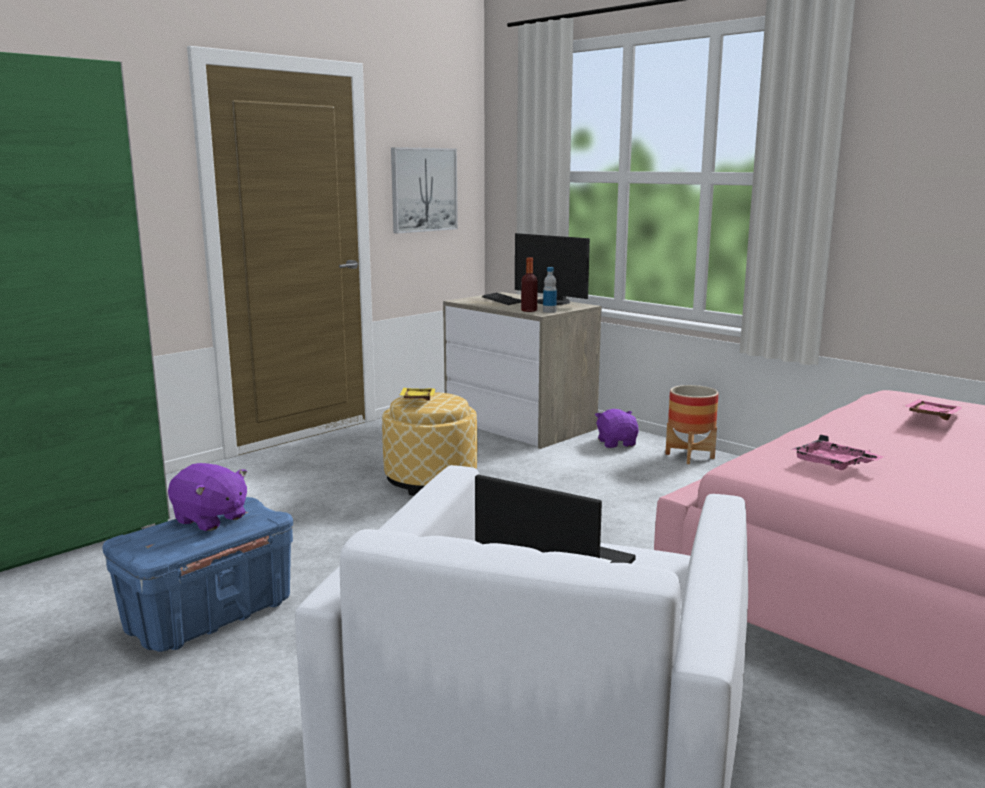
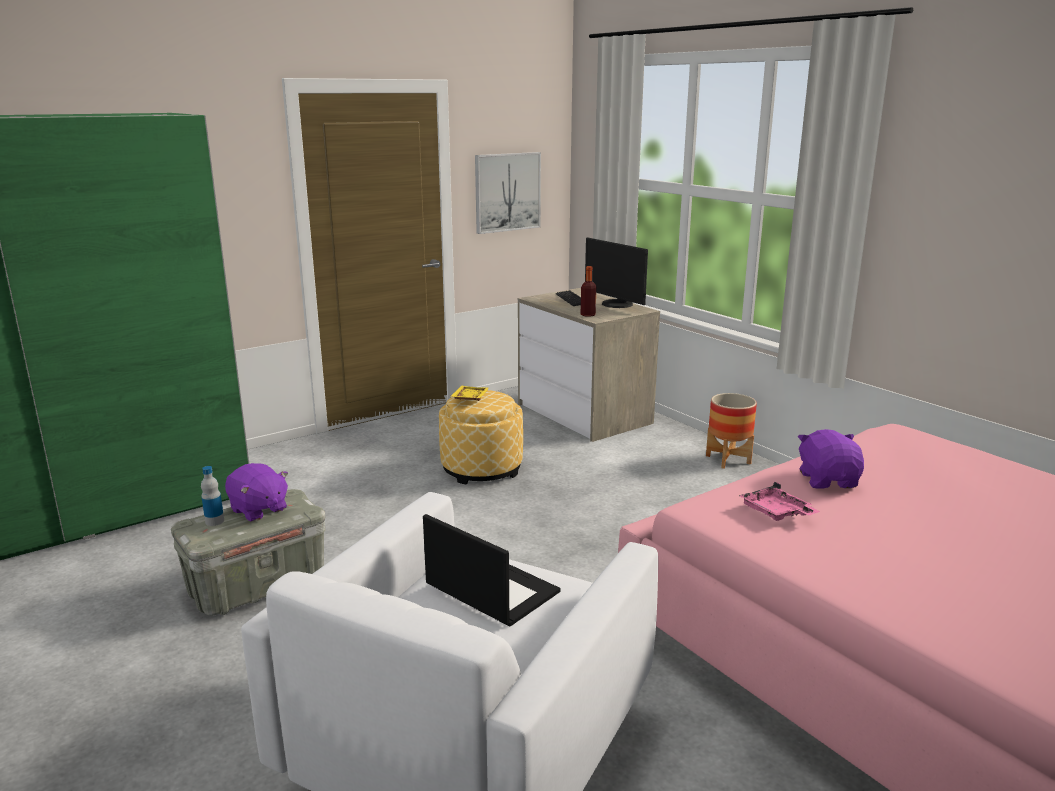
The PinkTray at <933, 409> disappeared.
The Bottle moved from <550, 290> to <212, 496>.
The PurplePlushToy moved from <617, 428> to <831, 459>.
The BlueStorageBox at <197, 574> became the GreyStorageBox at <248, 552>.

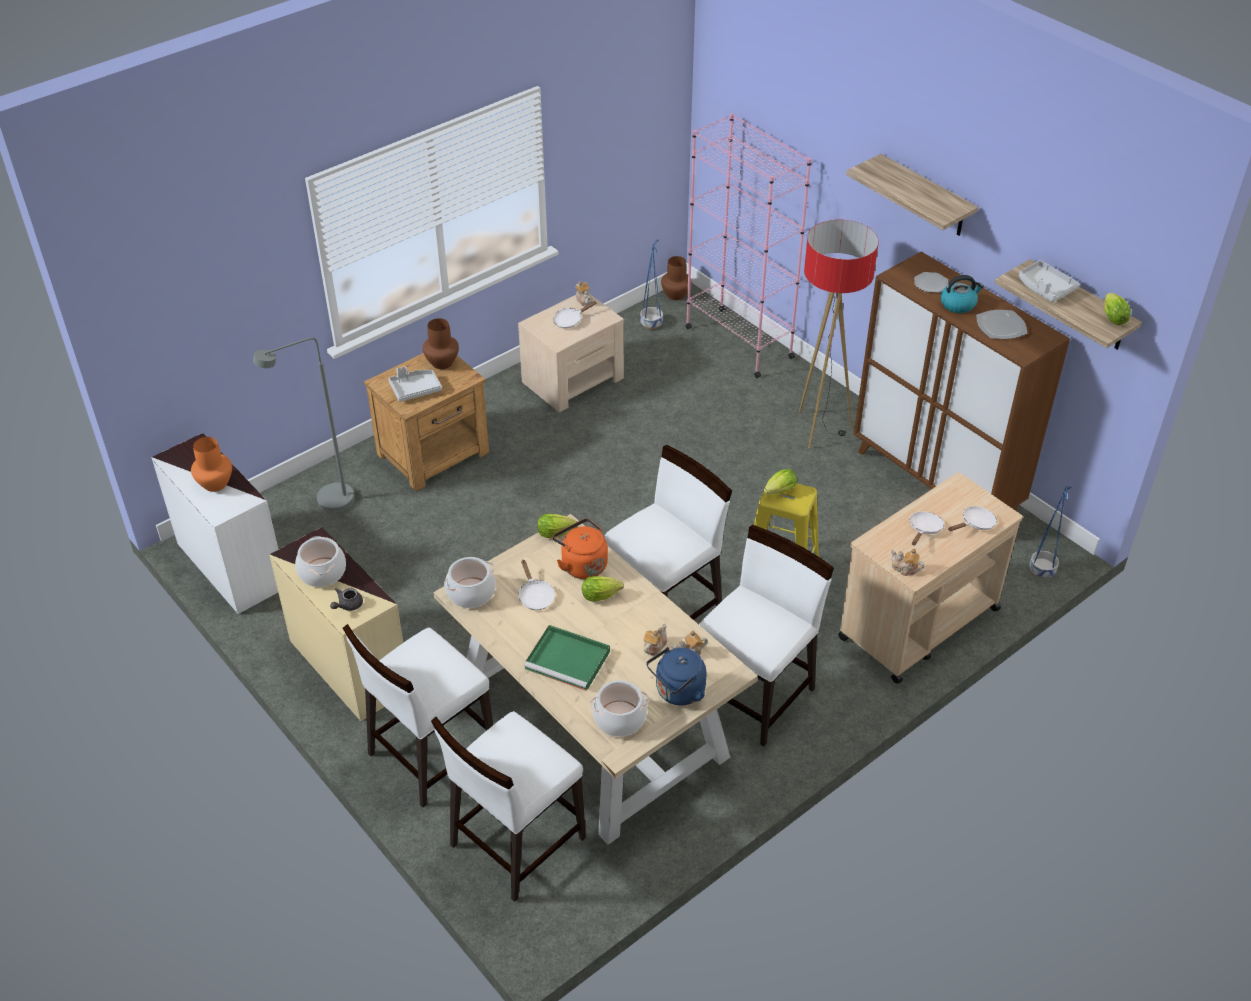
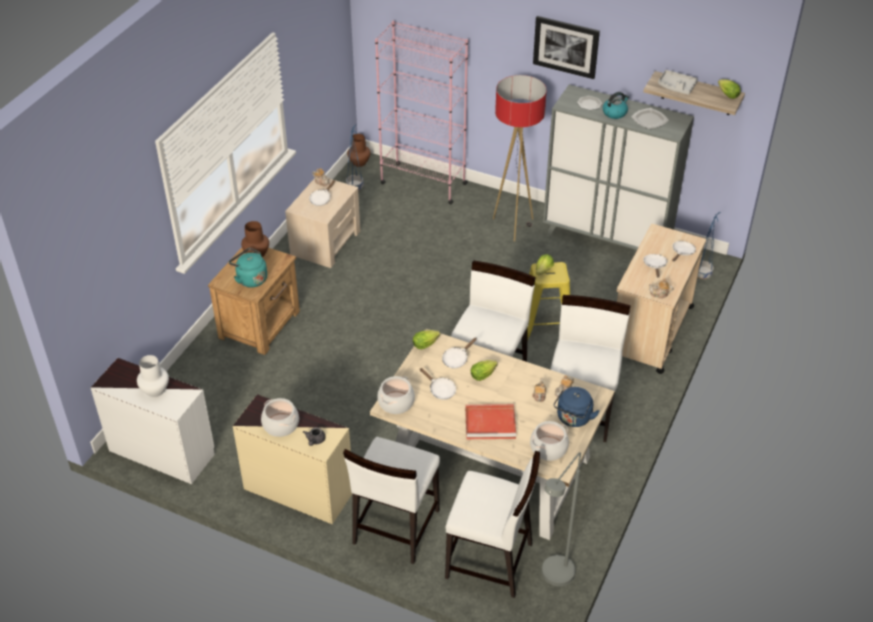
The GreyFloorLamp moved from <304, 424> to <561, 519>.
The GreyTray at <415, 384> was replaced by the TurquoiseKettle at <248, 268>.
The OrangeKettle at <580, 548> was replaced by the WhiteFryingPan at <459, 353>.
The Shelf at <912, 195> was replaced by the Picture at <566, 47>.
The OrangeVase at <211, 464> became the WhiteVase at <153, 376>.
The GreenTray at <567, 658> became the RedTray at <490, 421>.
The BrownCabinet at <962, 381> became the GreyCabinet at <618, 167>.
The WhiteChair at <508, 806> turned 90 degrees counterclockwise.

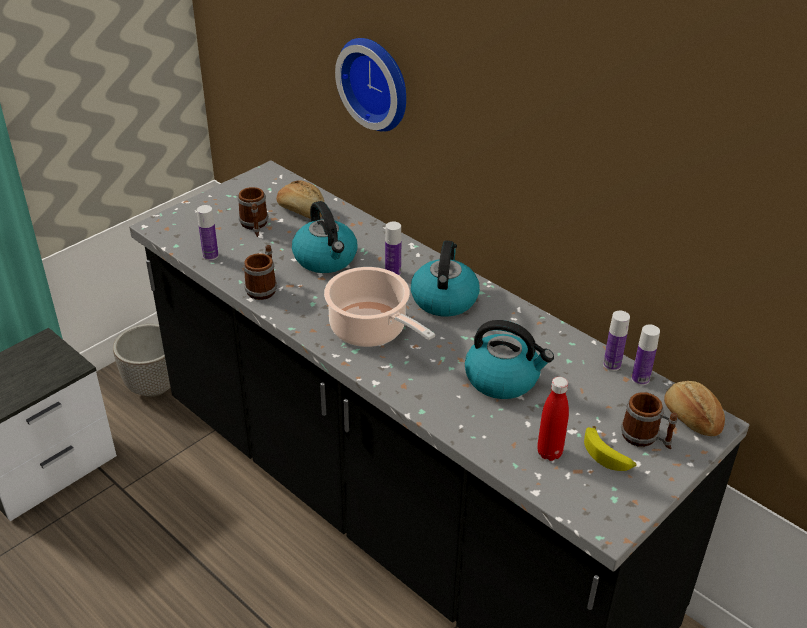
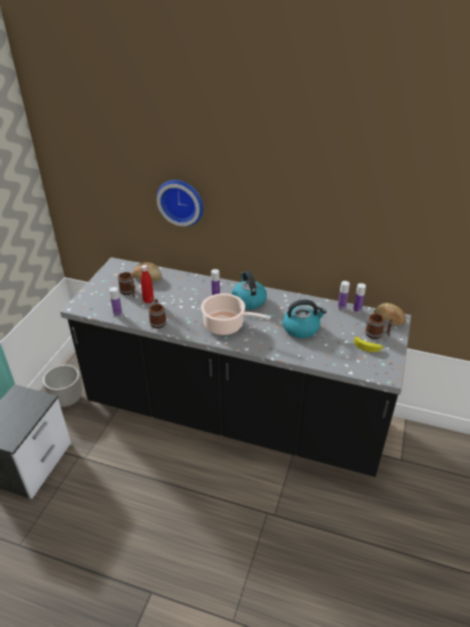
The Kettle at <324, 237> disappeared.
The RedBottle moved from <553, 419> to <147, 284>.

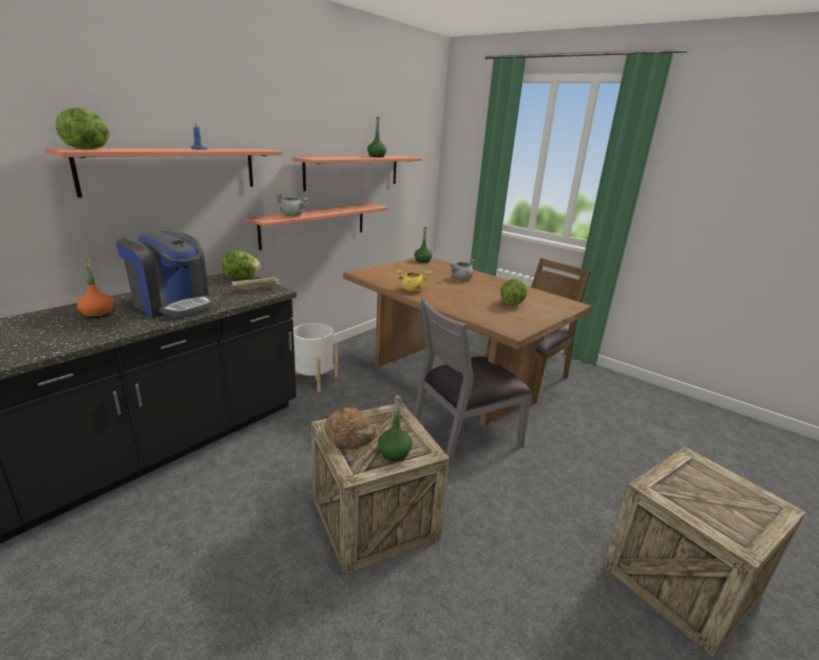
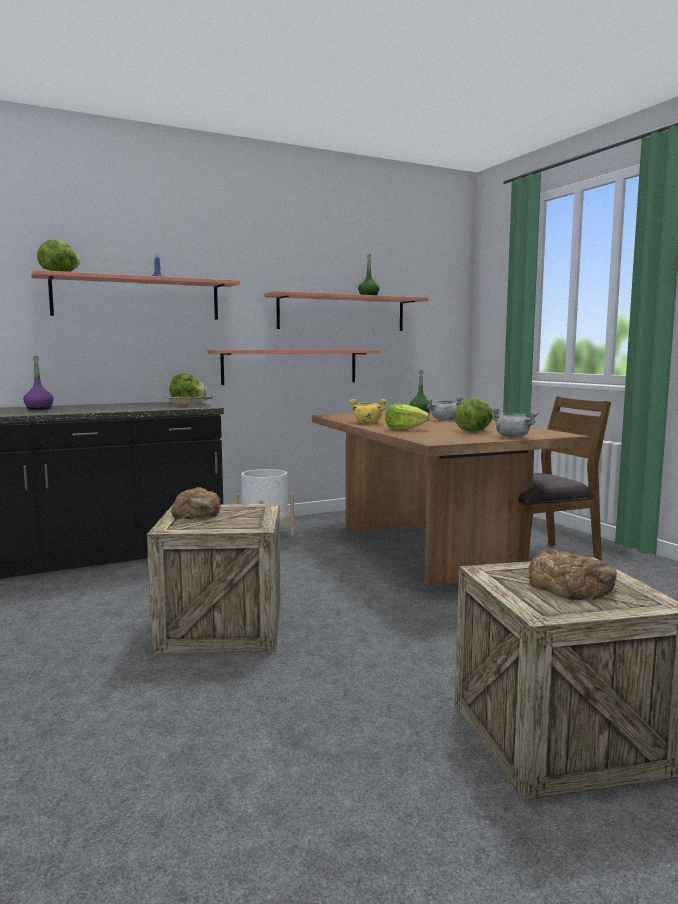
The CoffeeMachine at <164, 274> disappeared.
The GreenBottle at <395, 428> disappeared.
The GreyChair at <473, 383> disappeared.
The Lettuce at <408, 417> appeared.
The Bread at <572, 574> appeared.
The GreyCookingPot moved from <292, 204> to <514, 422>.
The OrangeBottle at <95, 288> became the PurpleBottle at <38, 383>.

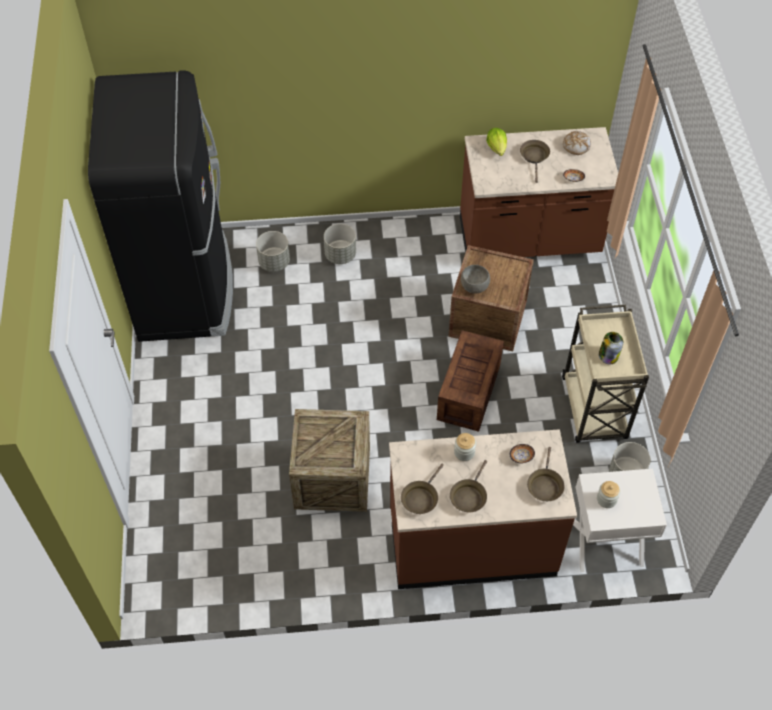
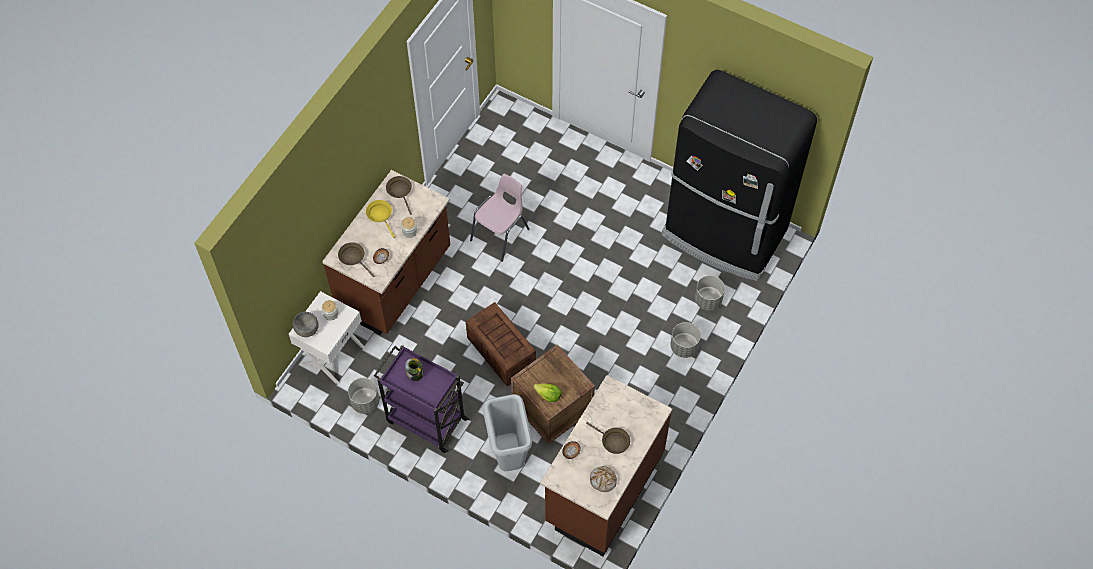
The GreyTrashCan at <507, 432> appeared.
The GreyBowl moved from <475, 279> to <306, 324>.
The Lettuce moved from <496, 142> to <547, 393>.
The Crate at <329, 460> was replaced by the PinkChair at <500, 218>.
The BrownFryingPan at <468, 486> became the YellowFryingPan at <380, 219>.
The BeigeCart at <605, 374> became the PurpleCart at <421, 399>.

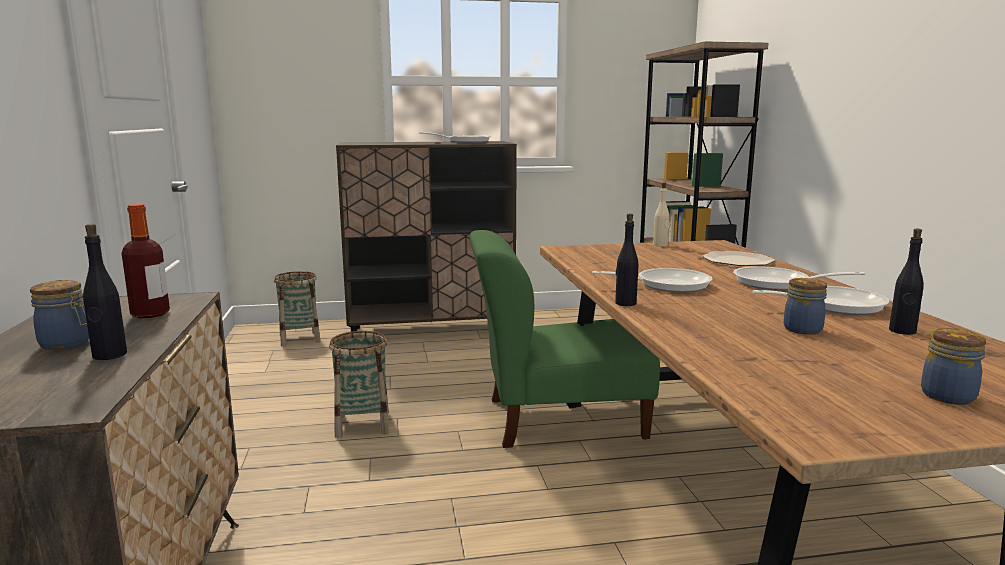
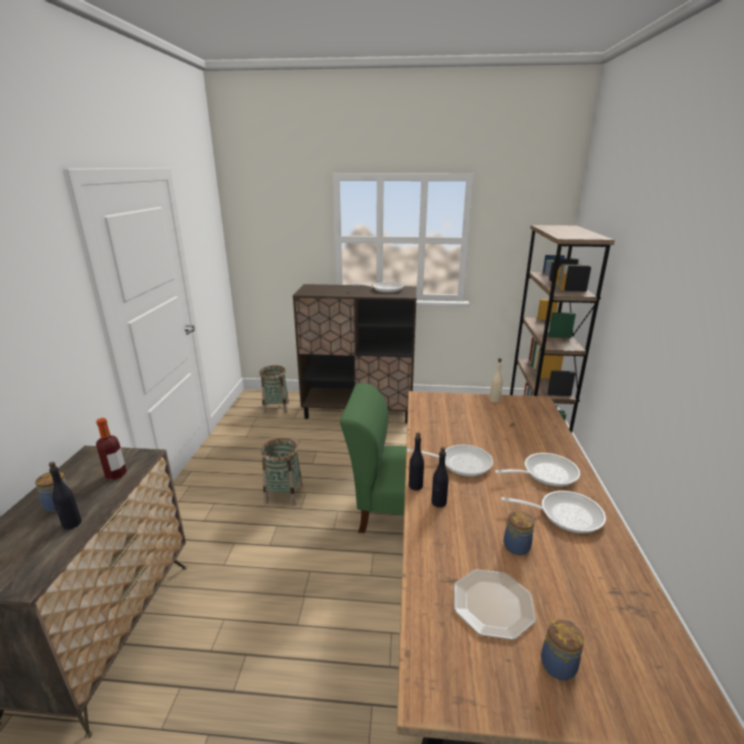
The Plate moved from <739, 258> to <495, 604>.
The BlackBottle moved from <906, 282> to <440, 477>.
The FryingPan at <799, 278> turned 135 degrees clockwise.

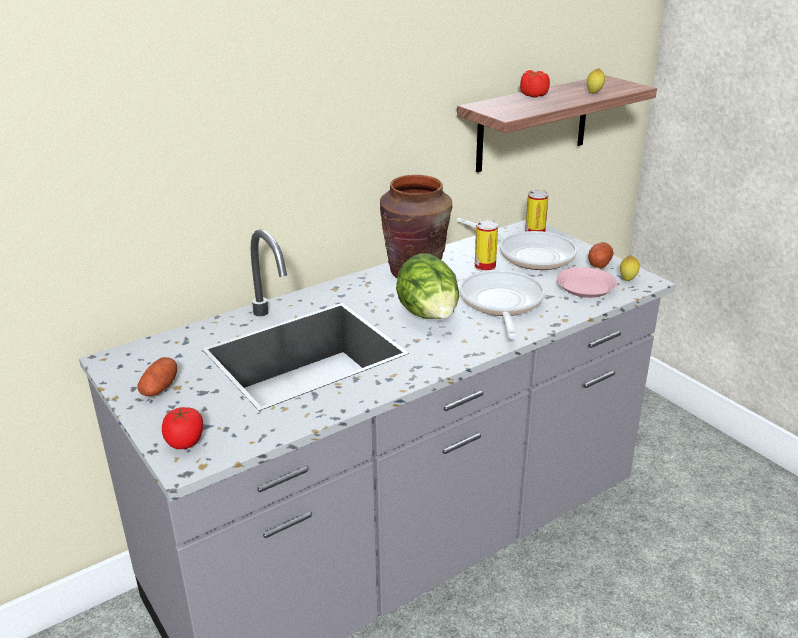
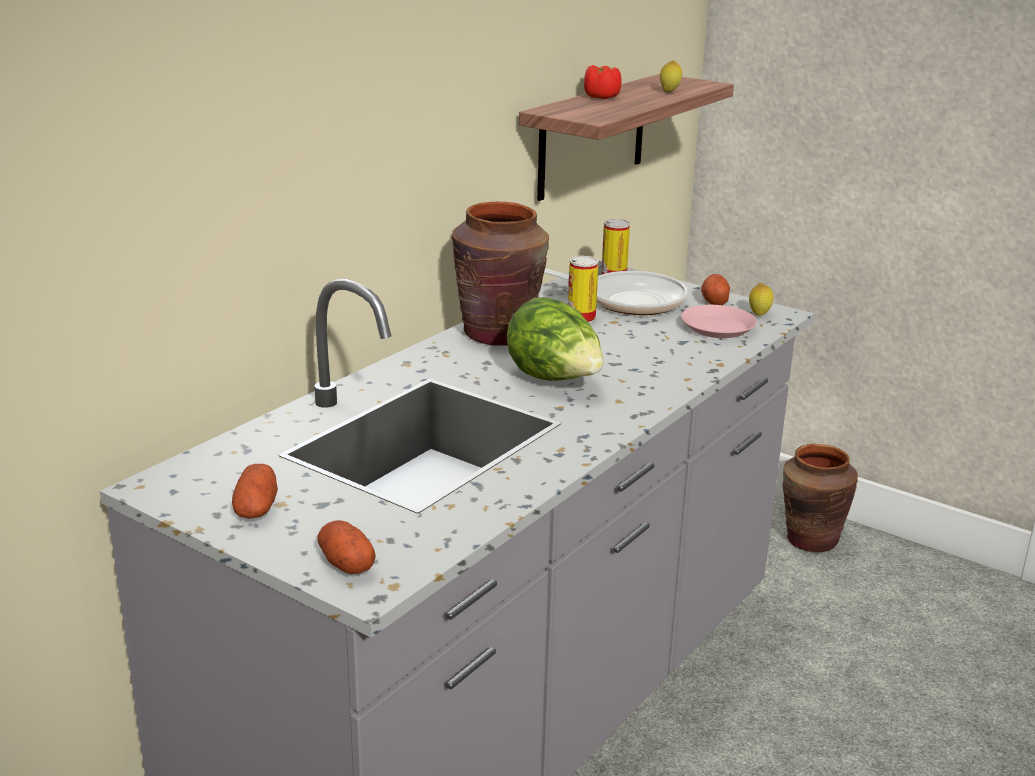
The FryingPan at <502, 304> disappeared.
The BrownVase at <820, 498> appeared.
The Tomato at <182, 428> was replaced by the Potato at <346, 547>.

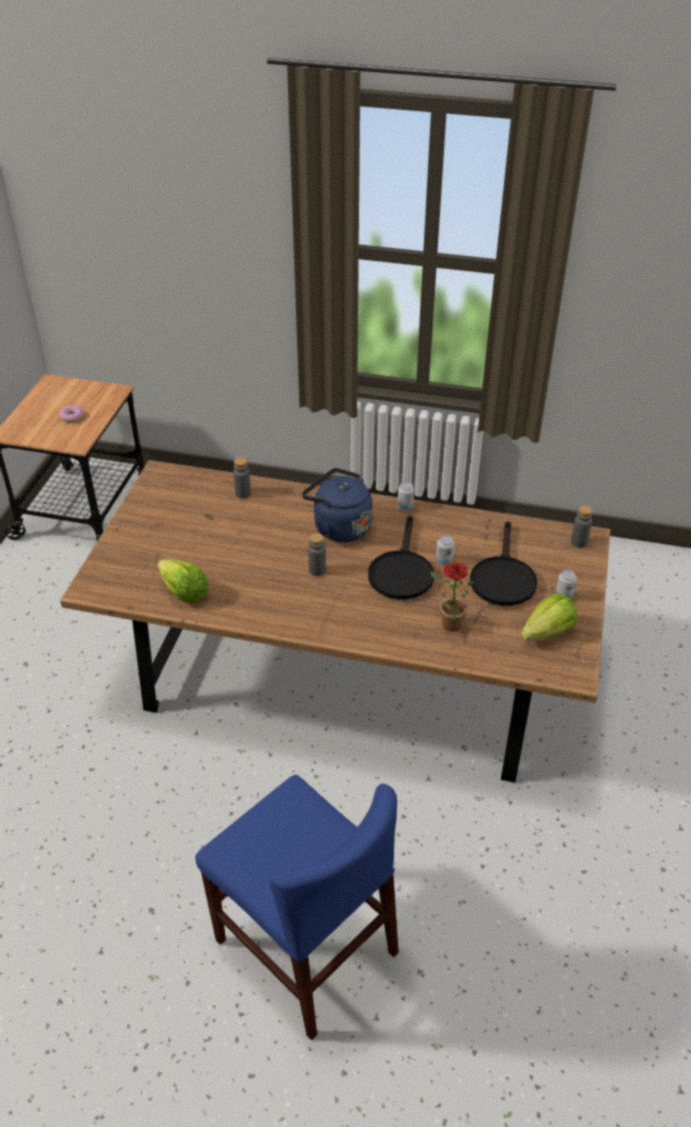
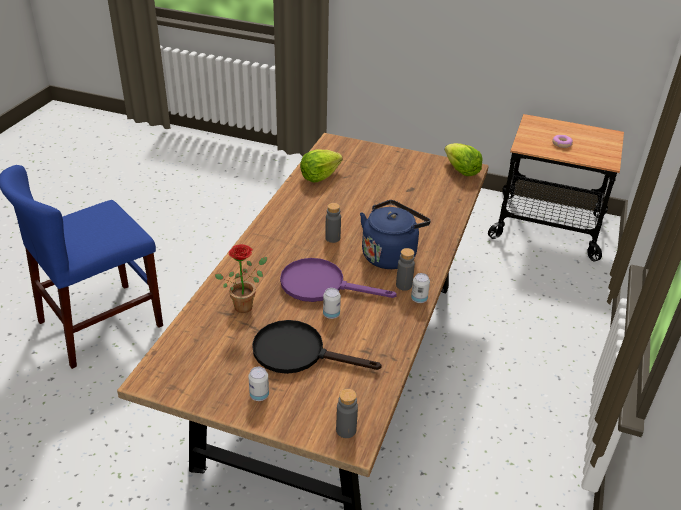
The GreyBottle moved from <242, 477> to <405, 269>.
The Lettuce moved from <549, 617> to <464, 159>.
The BlackFryingPan at <401, 557> became the PurpleFryingPan at <338, 280>.

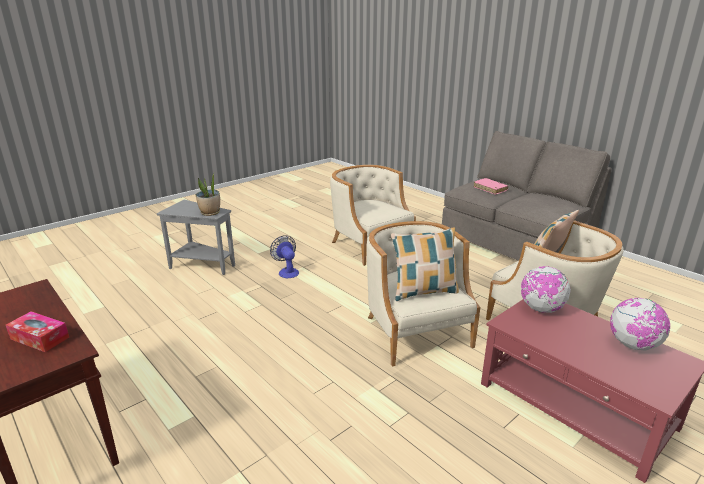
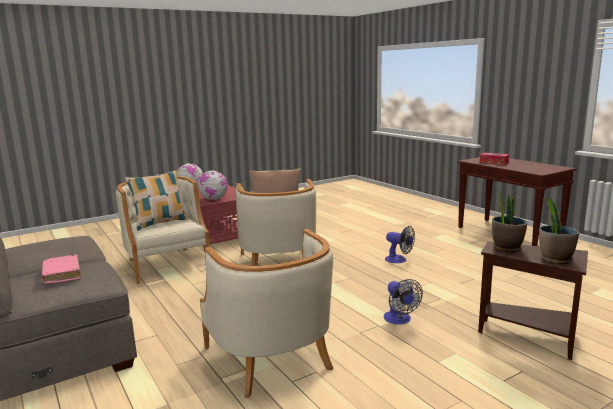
The Fan at <400, 244> appeared.
The PottedPlant at <559, 230> appeared.
The GreySideTable at <196, 237> became the BrownSideTable at <533, 301>.

